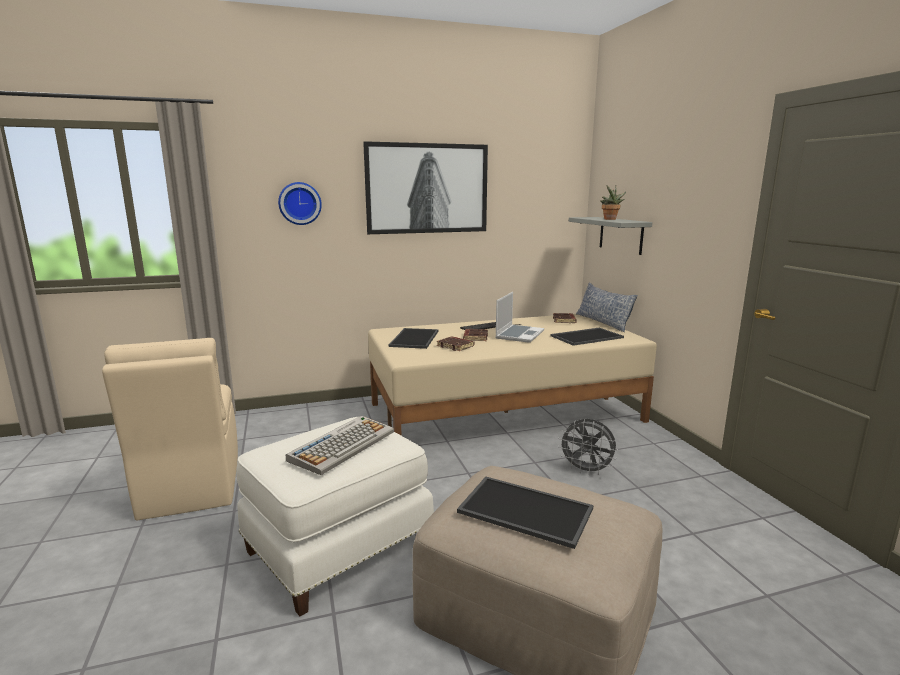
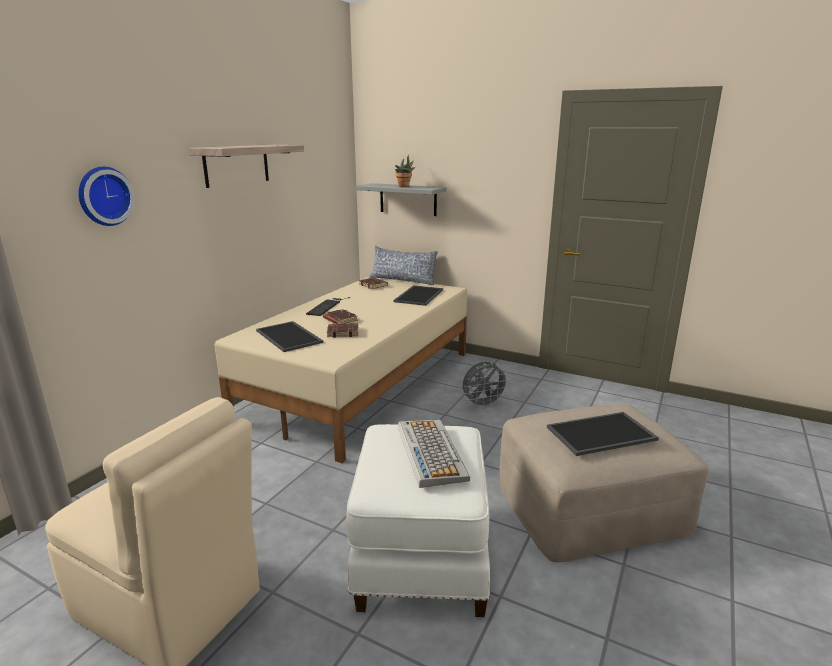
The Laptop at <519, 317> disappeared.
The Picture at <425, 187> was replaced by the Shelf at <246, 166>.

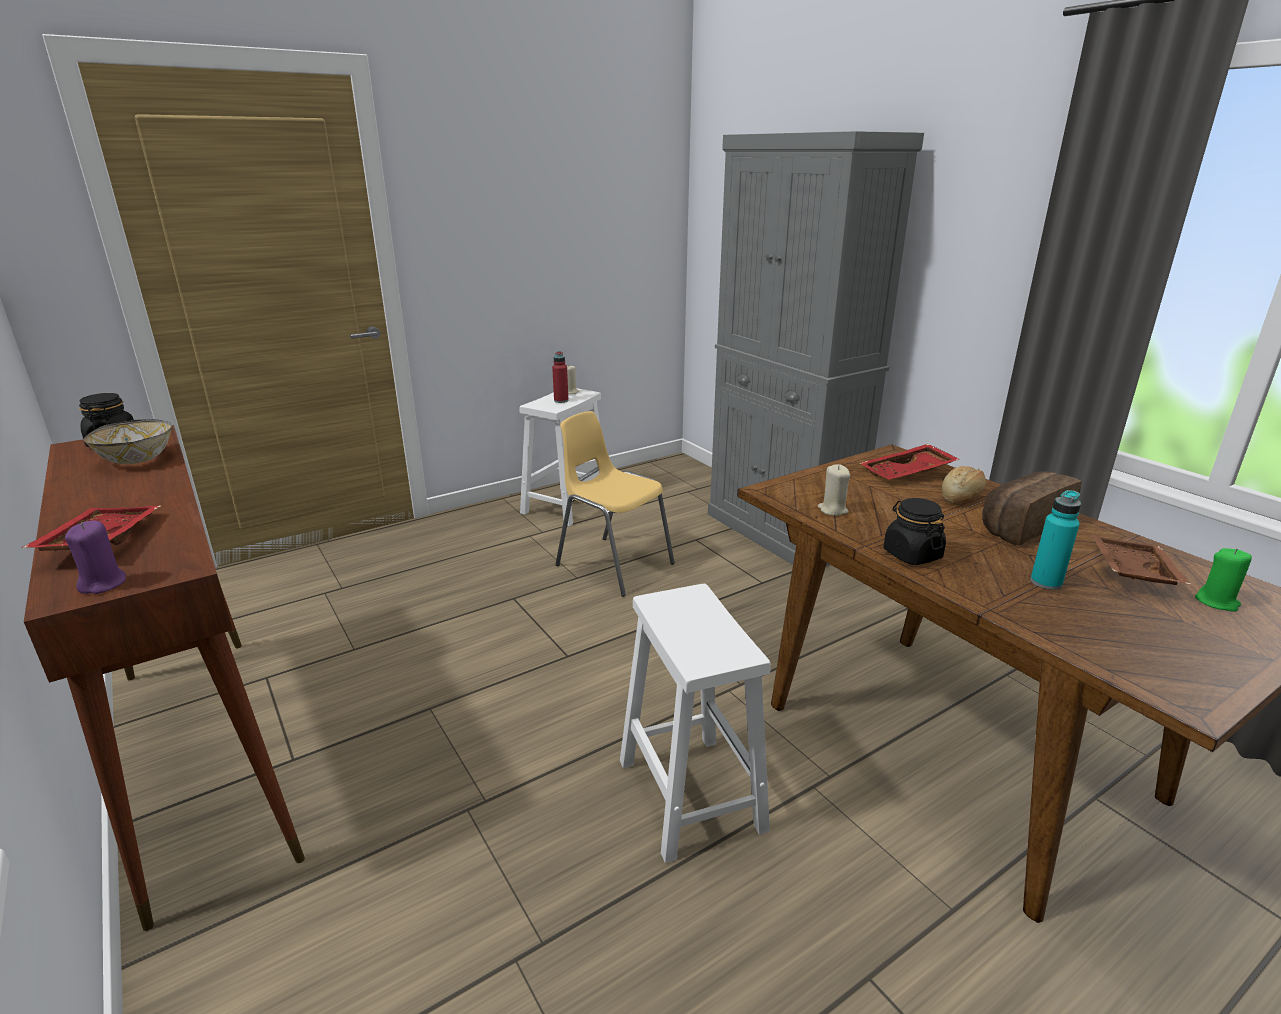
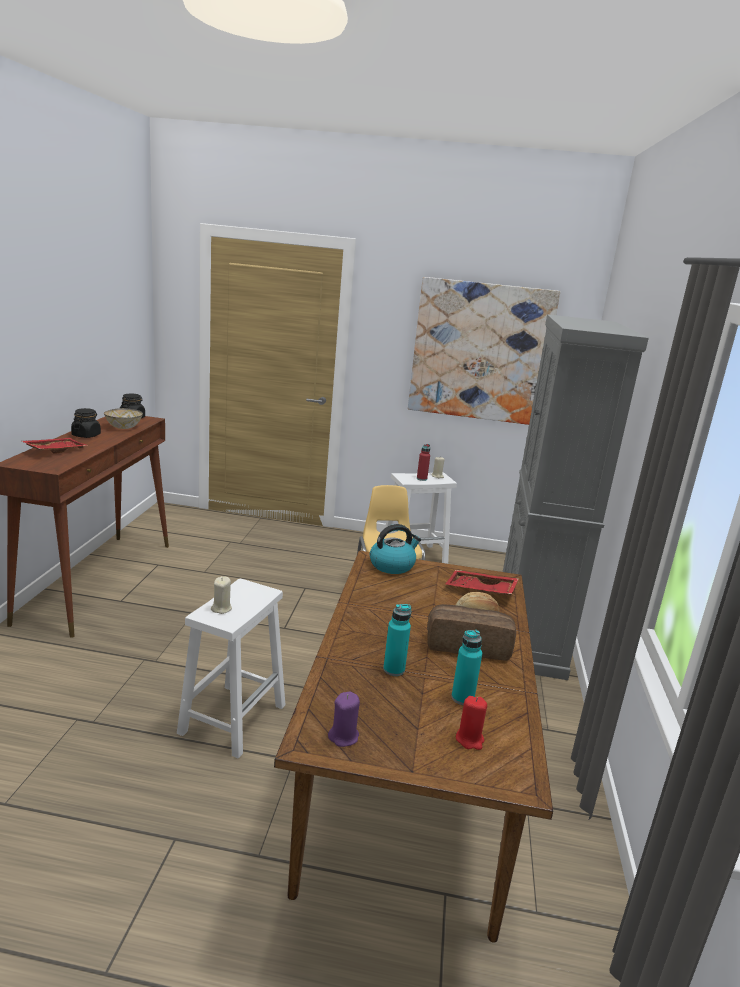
The Kettle at <395, 549> appeared.
The Picture at <484, 351> appeared.
The PurpleCandle moved from <95, 557> to <344, 719>.
The BeigeCandle moved from <834, 490> to <221, 595>.
The BlackJar moved from <915, 531> to <86, 423>.
The BrownTray at <1141, 560> was replaced by the TurquoiseBottle at <466, 667>.
The GreenCandle at <1223, 580> became the RedCandle at <471, 723>.

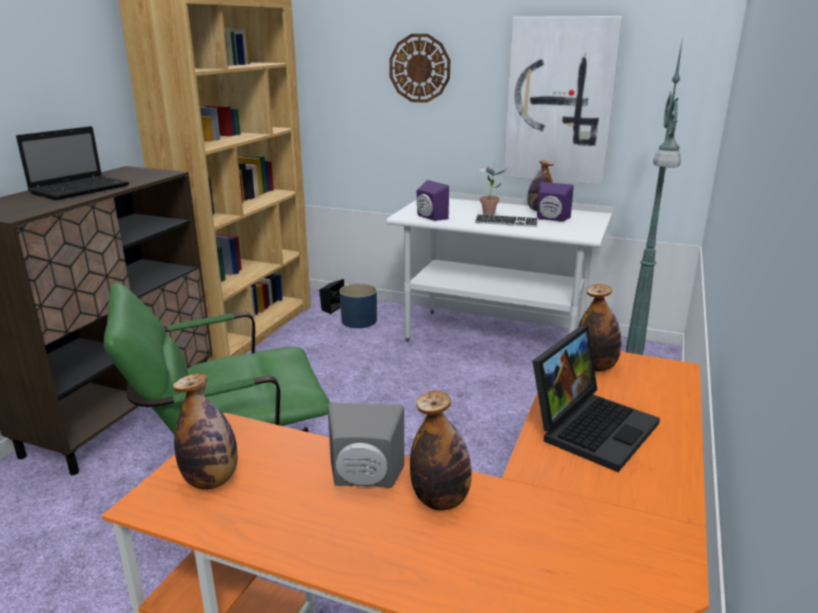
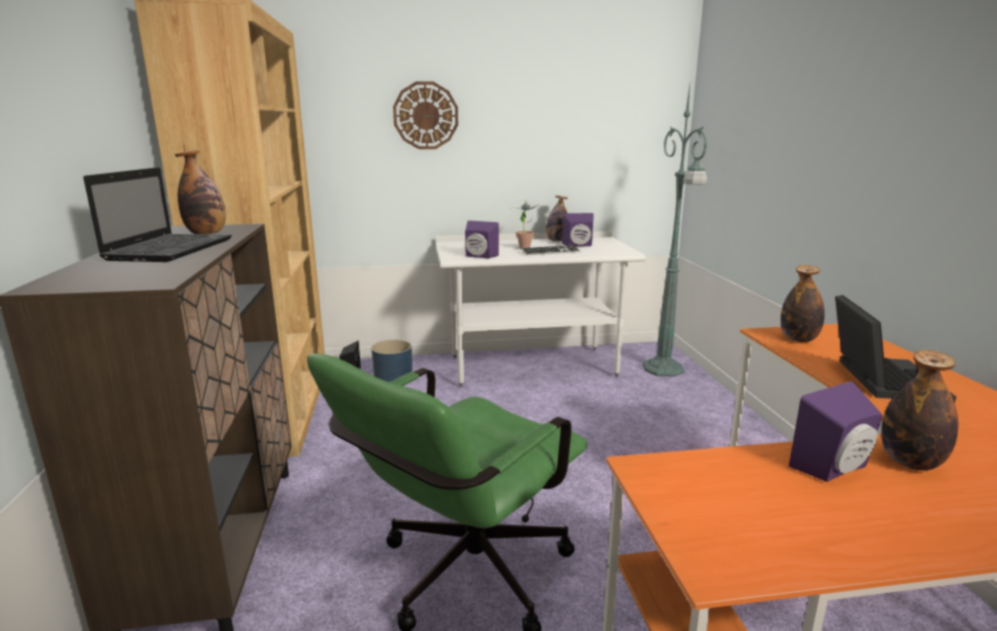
The Picture at <563, 100> disappeared.
The Bottle moved from <205, 431> to <200, 192>.
The GreySpeaker at <366, 445> became the PurpleSpeaker at <835, 431>.

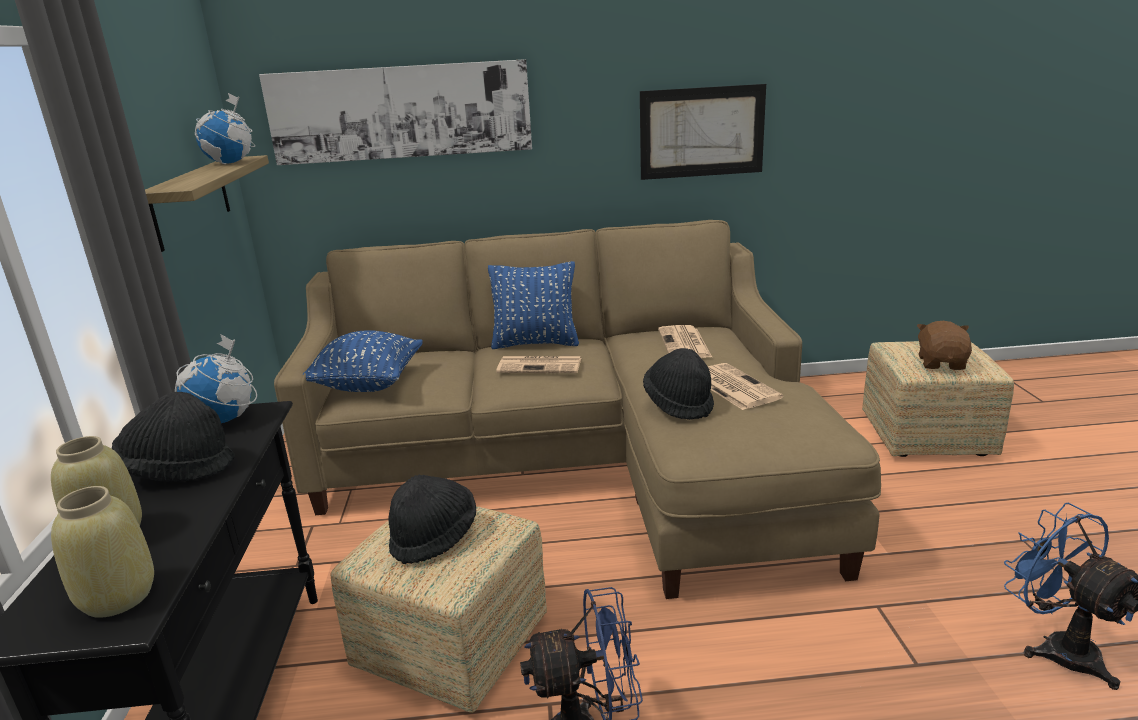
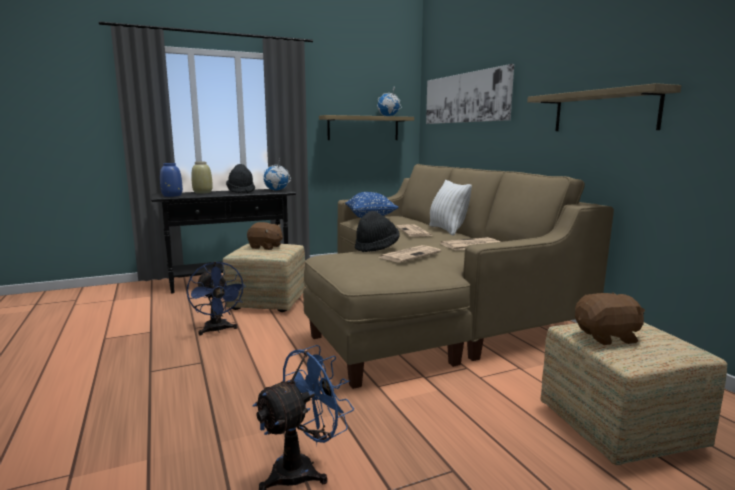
The BlackHat at <432, 519> was replaced by the BrownPlushToy at <265, 236>.
The Picture at <703, 132> was replaced by the Shelf at <604, 107>.
The BeigeVase at <102, 552> became the BlueVase at <171, 180>.
The BluePillow at <533, 305> became the WhitePillow at <450, 208>.

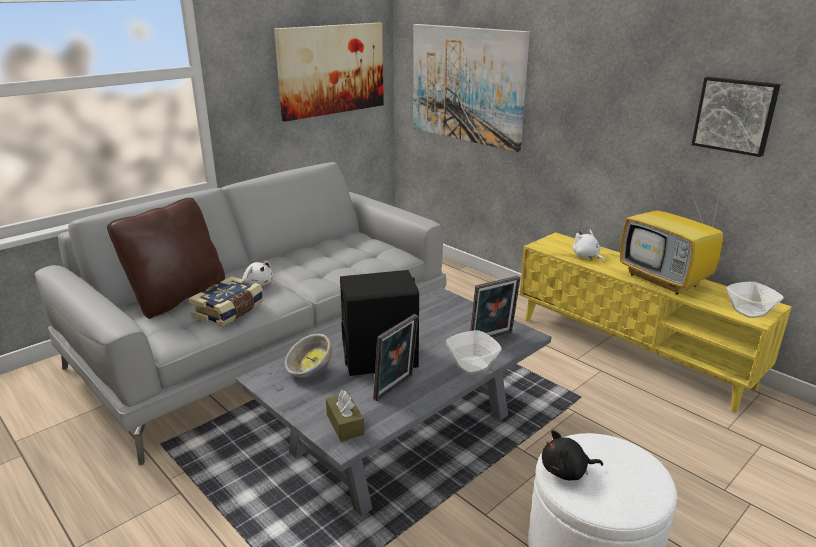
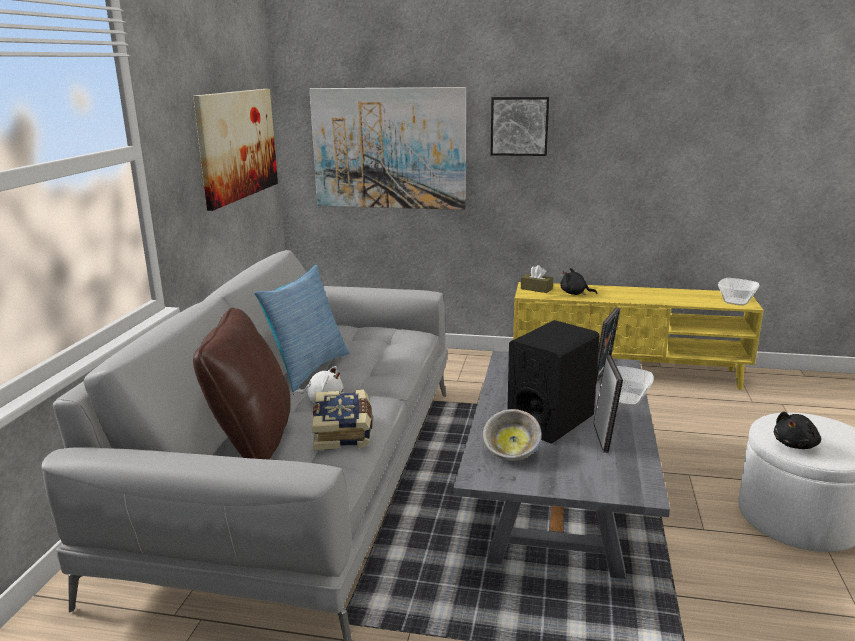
The Television at <671, 240> disappeared.
The Pillow at <302, 328> appeared.
The BrownTissueBox moved from <345, 415> to <537, 279>.
The Picture moved from <736, 117> to <520, 126>.
The WhitePlushToy at <589, 246> became the BlackPlushToy at <578, 281>.

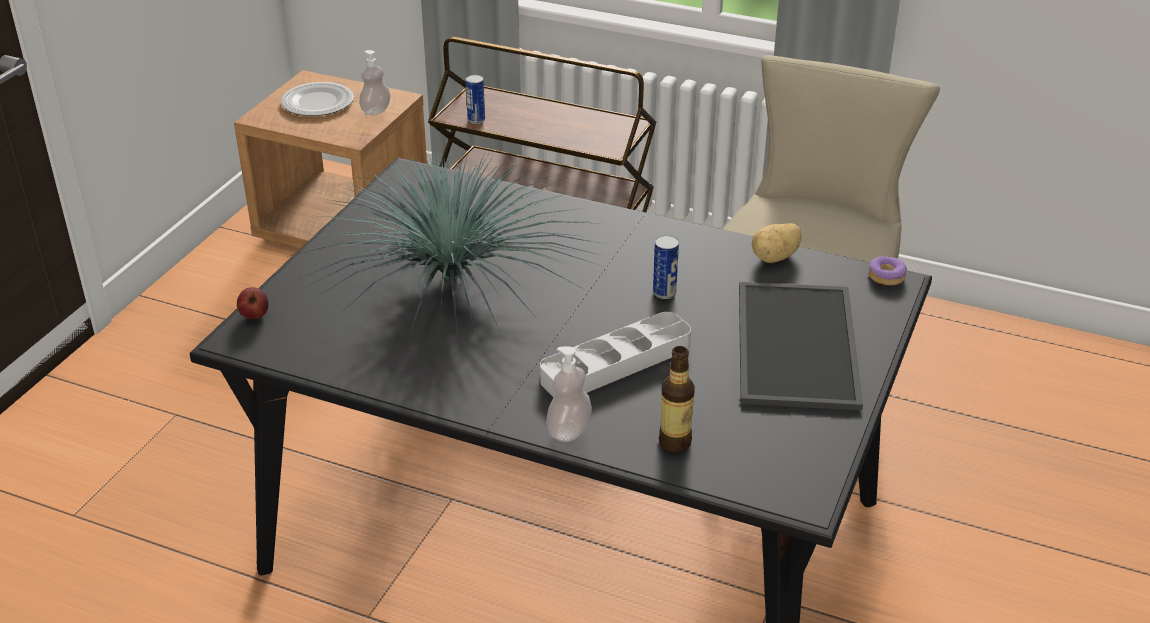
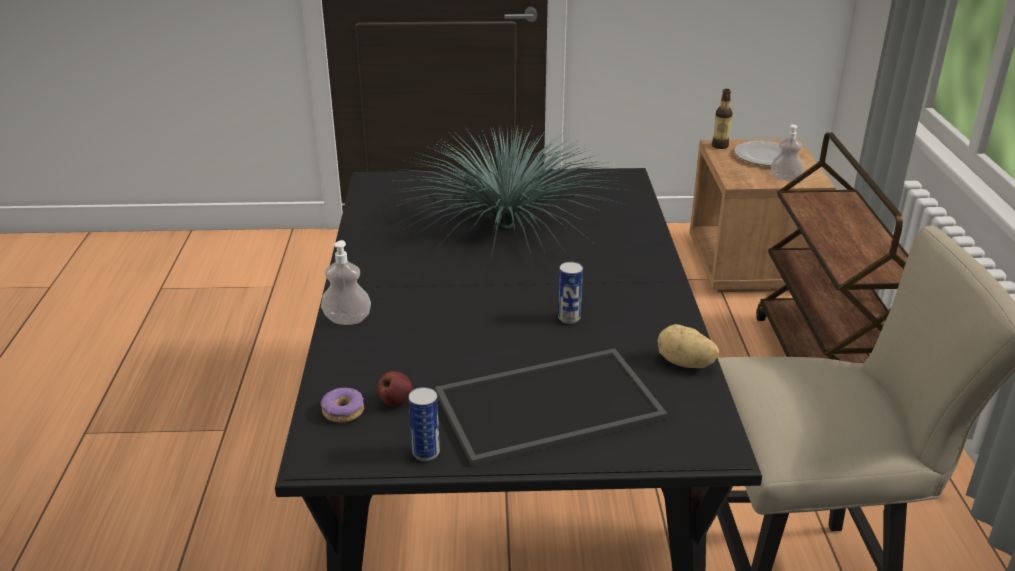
The GreyTray at <615, 354> disappeared.
The Apple moved from <253, 303> to <395, 389>.
The Can moved from <475, 99> to <424, 424>.
The Bottle moved from <677, 399> to <722, 119>.
The Donut moved from <887, 270> to <342, 405>.

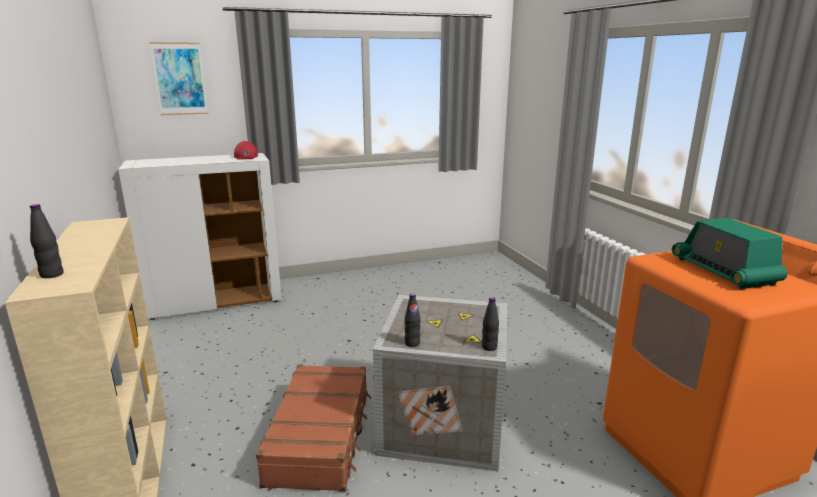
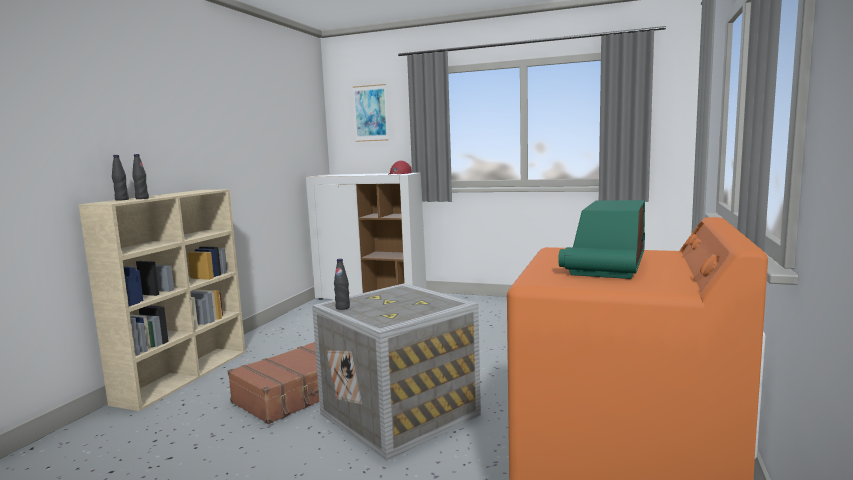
The BlackBottle moved from <490, 324> to <140, 176>.

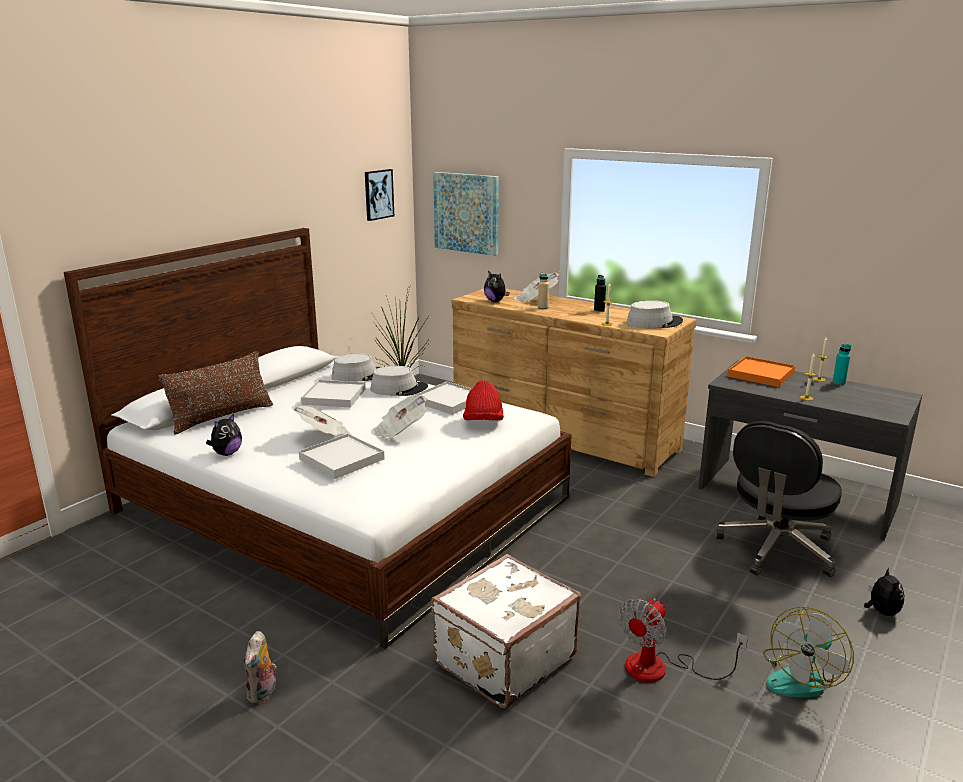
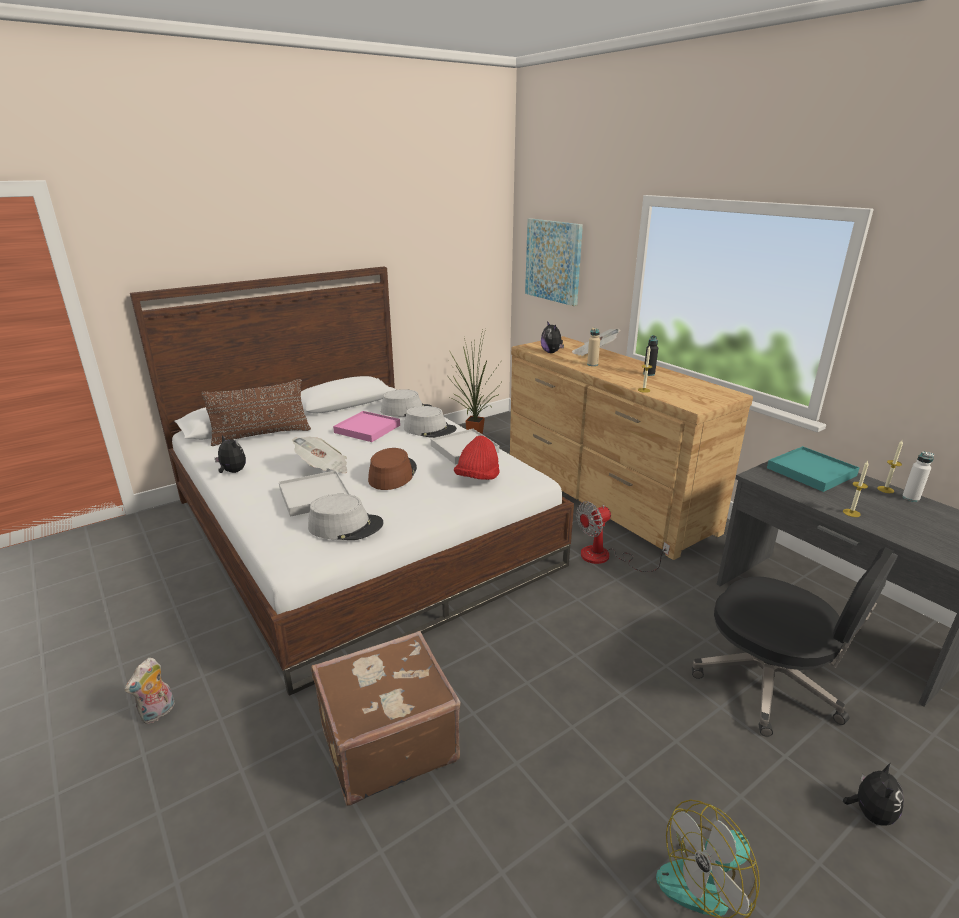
The Picture at <379, 195> disappeared.
The Fan moved from <683, 640> to <623, 536>.
The GreyHat moved from <654, 314> to <346, 517>.
The Newspaper at <399, 417> was replaced by the BrownHat at <392, 469>.
The WhiteTray at <333, 393> became the PinkTray at <366, 426>.
The WhiteSuitcase at <506, 631> became the BrownSuitcase at <385, 718>.
The OrangeTray at <761, 371> became the TurquoiseTray at <813, 469>.
The TurquoiseBottle at <841, 364> became the WhiteBottle at <918, 476>.
The PlushToy at <224, 434> turned 105 degrees counterclockwise.
The BlackOfficeChair at <779, 499> turned 105 degrees counterclockwise.

